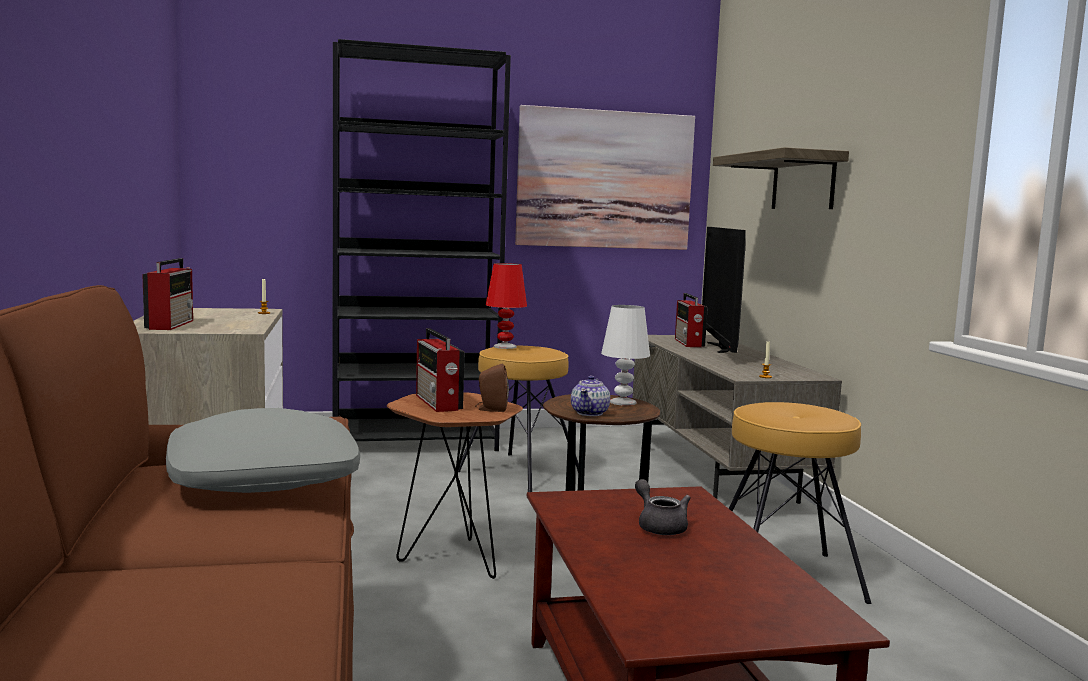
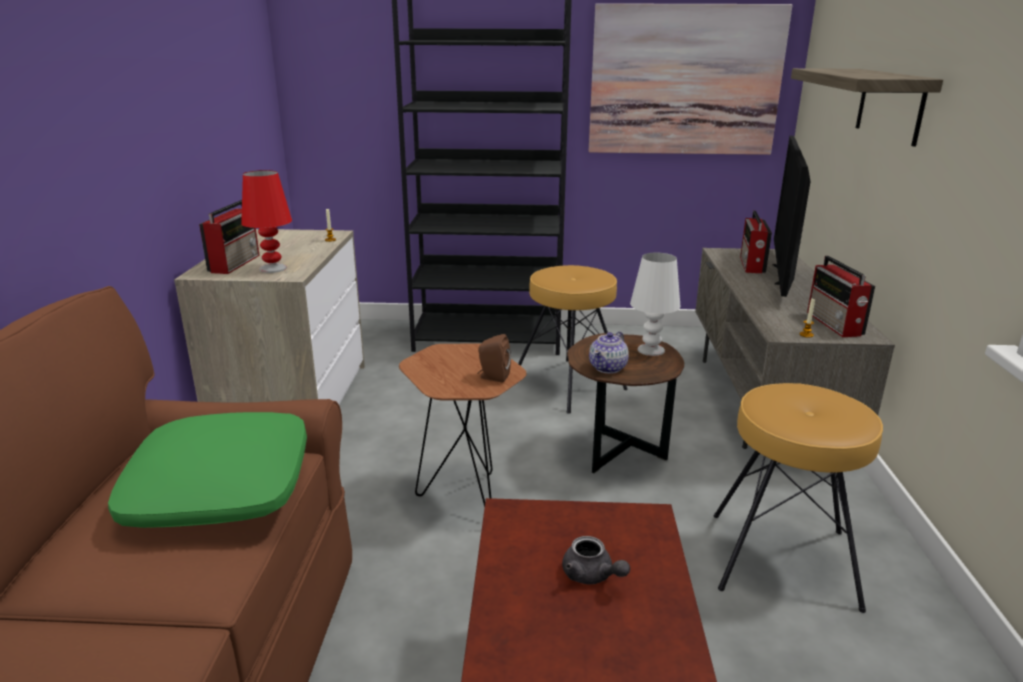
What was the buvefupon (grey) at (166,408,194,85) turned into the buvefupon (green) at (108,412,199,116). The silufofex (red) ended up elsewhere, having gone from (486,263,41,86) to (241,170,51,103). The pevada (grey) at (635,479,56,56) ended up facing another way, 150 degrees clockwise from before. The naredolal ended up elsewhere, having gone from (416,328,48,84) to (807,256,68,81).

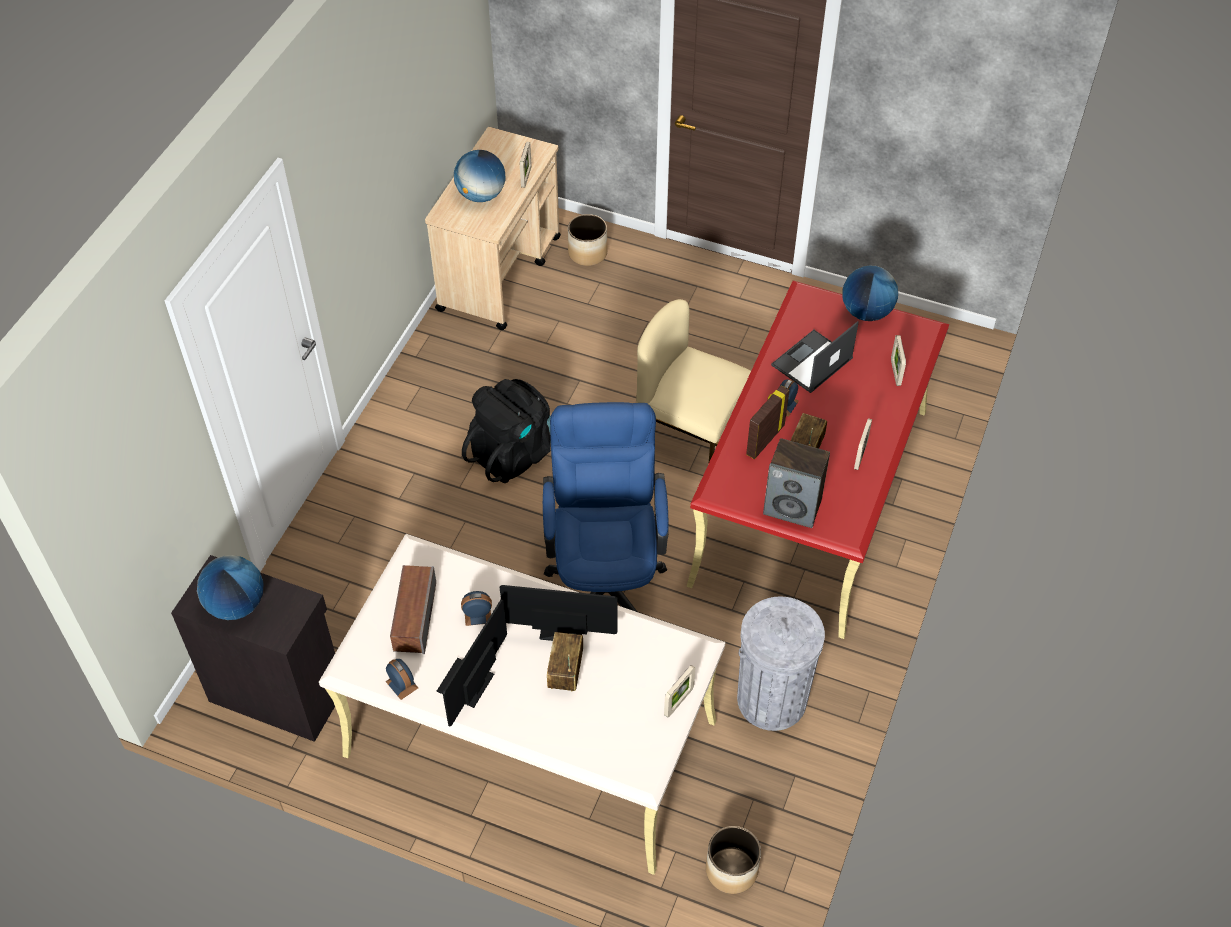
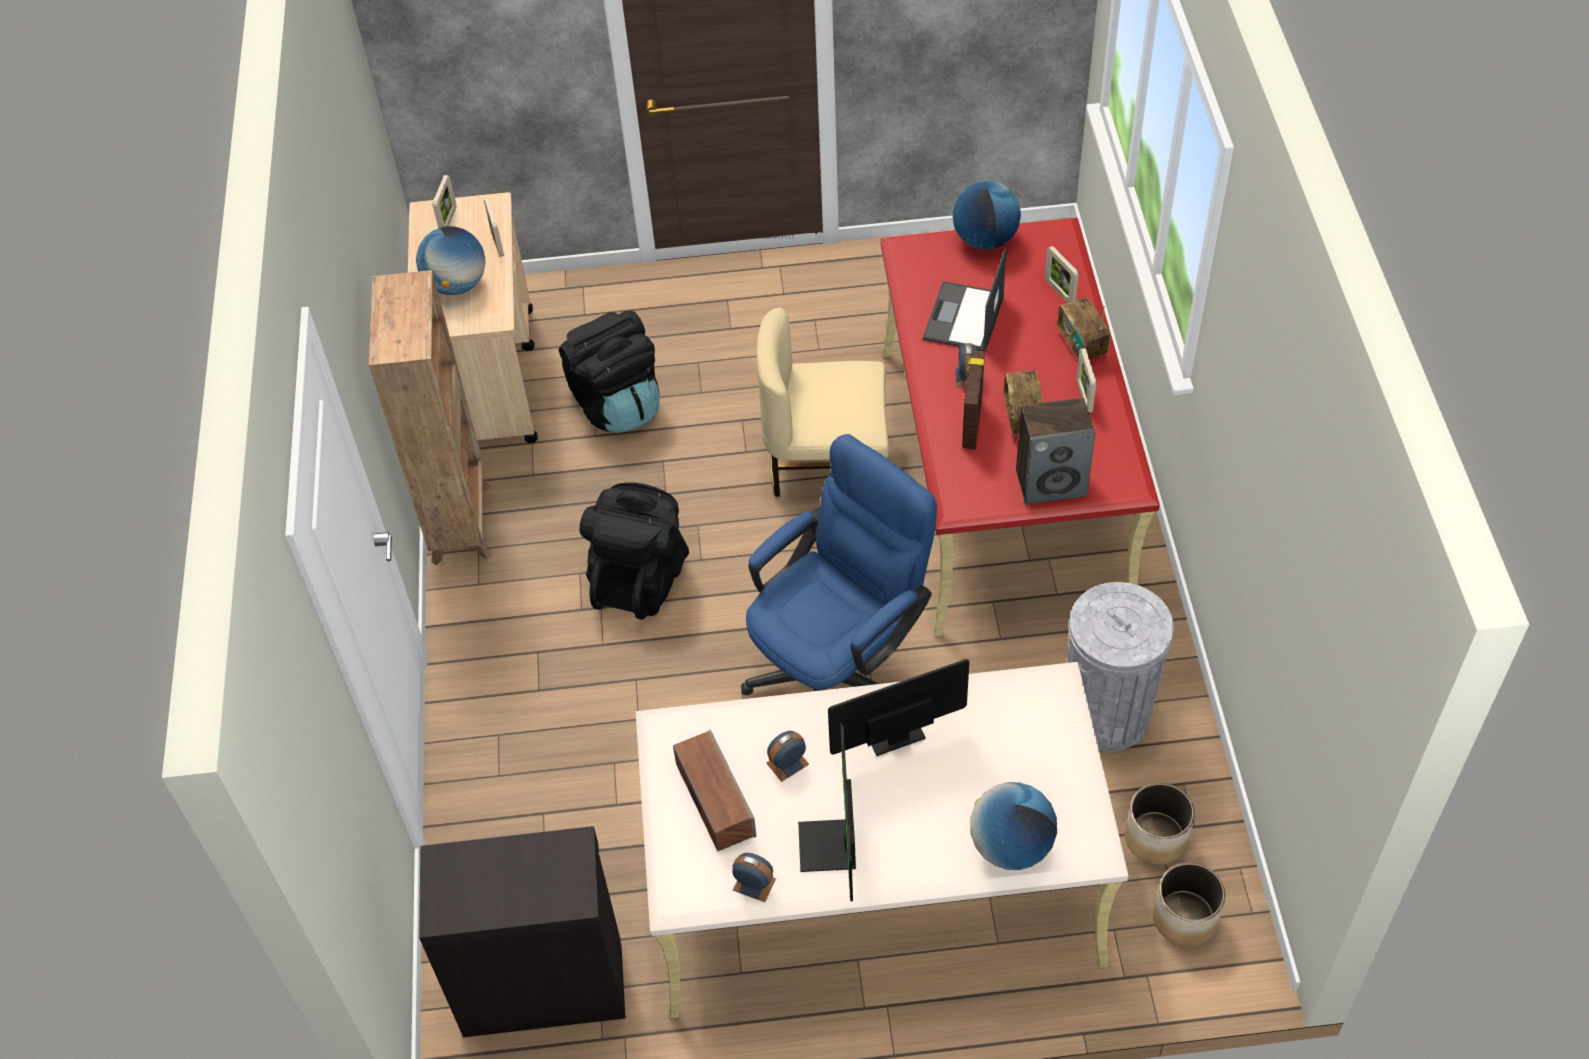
The second view gained the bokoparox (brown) at (369,270,122,295). The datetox ended up elsewhere, having gone from (664,665,31,53) to (433,175,23,53). The second view gained the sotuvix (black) at (559,311,101,122). The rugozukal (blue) at (543,402,126,210) ended up facing another way, 75 degrees clockwise from before. The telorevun ended up elsewhere, having gone from (197,555,67,65) to (970,782,87,88). The naredolal ended up elsewhere, having gone from (547,632,36,59) to (1058,297,53,63). The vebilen ended up elsewhere, having gone from (568,214,40,52) to (1125,783,70,82).

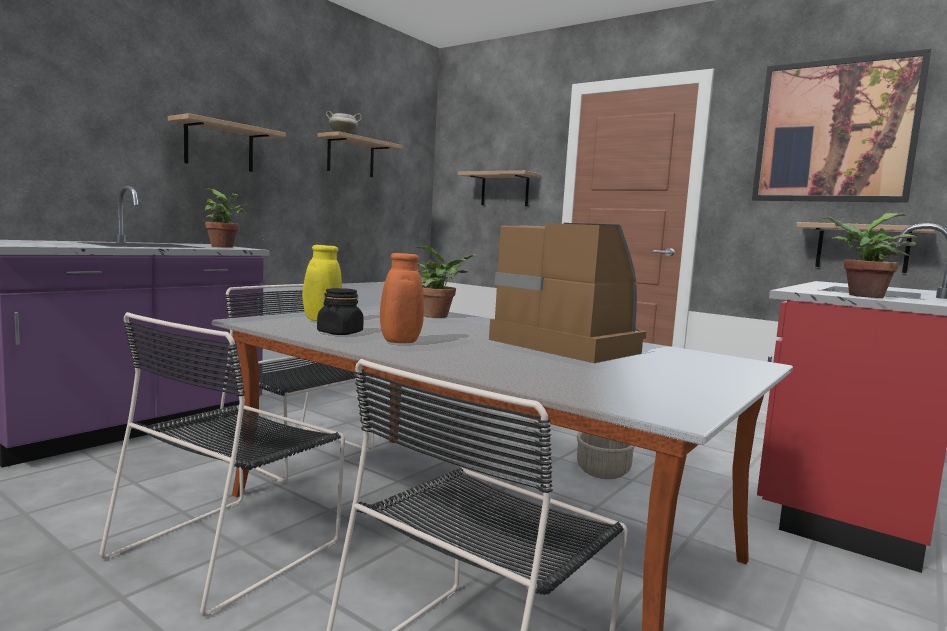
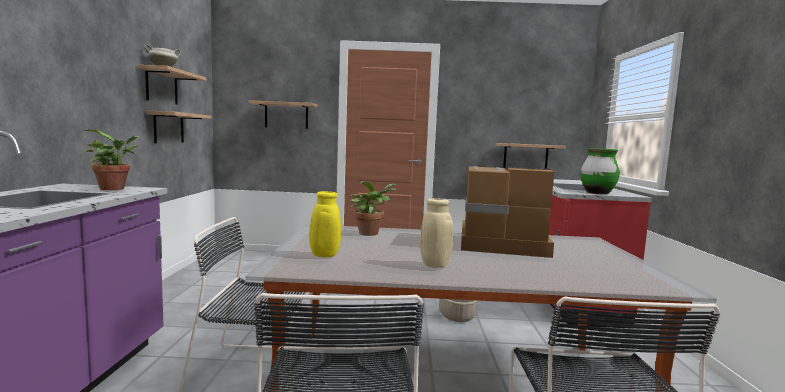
The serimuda ended up elsewhere, having gone from (168,113,118,59) to (146,111,65,32). What was the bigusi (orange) at (380,253,44,90) turned into the bigusi (beige) at (420,198,34,70). Where the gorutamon stood at (822,213,95,85), the bigusi (green) came to stand at (580,148,40,46). The second view lost the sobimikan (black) at (317,288,47,47). The second view lost the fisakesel at (752,49,179,154).

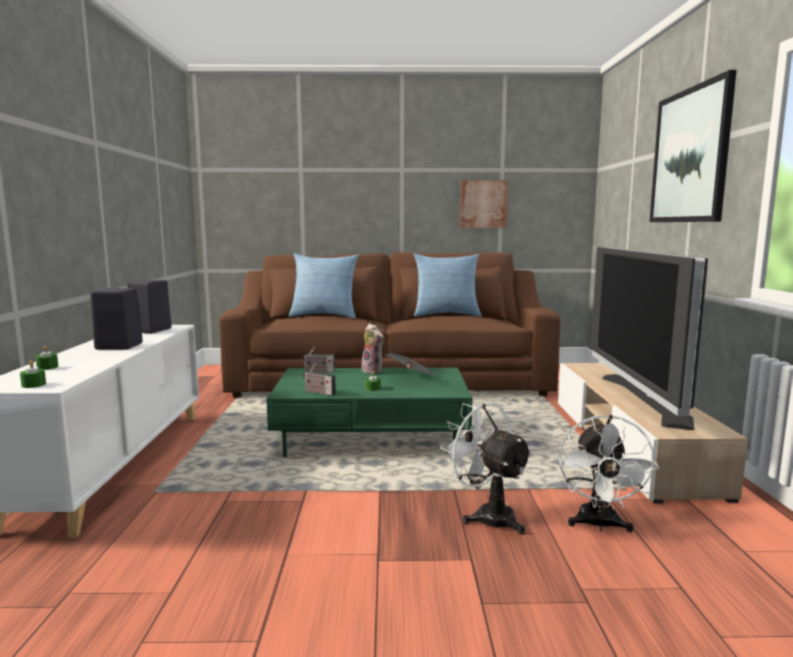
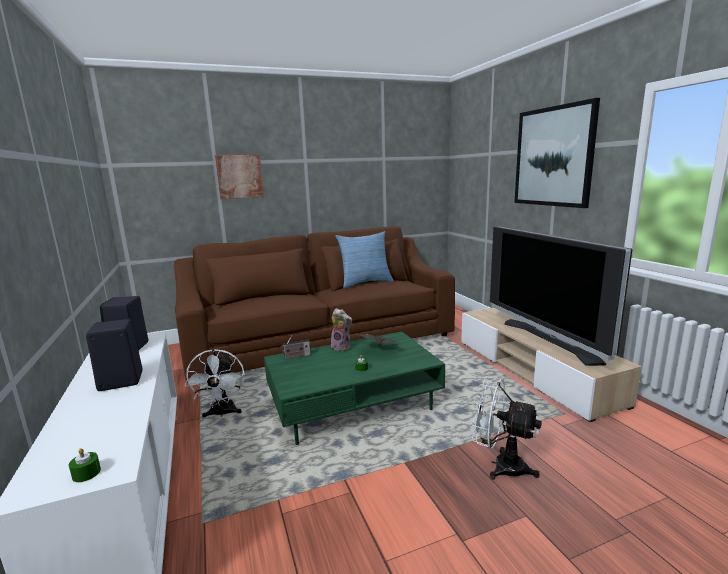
The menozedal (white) ended up elsewhere, having gone from (559,415,100,117) to (184,349,61,69). The fisakesel ended up elsewhere, having gone from (460,180,48,48) to (215,154,49,45). The second view lost the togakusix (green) at (35,346,23,24). The second view lost the buvefupon at (289,253,70,65). The second view lost the naredolal at (303,363,33,33).

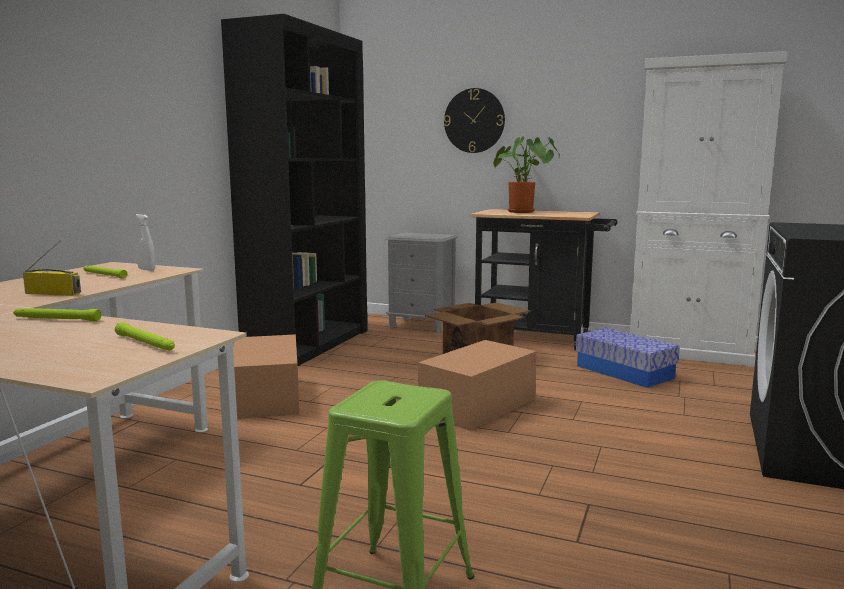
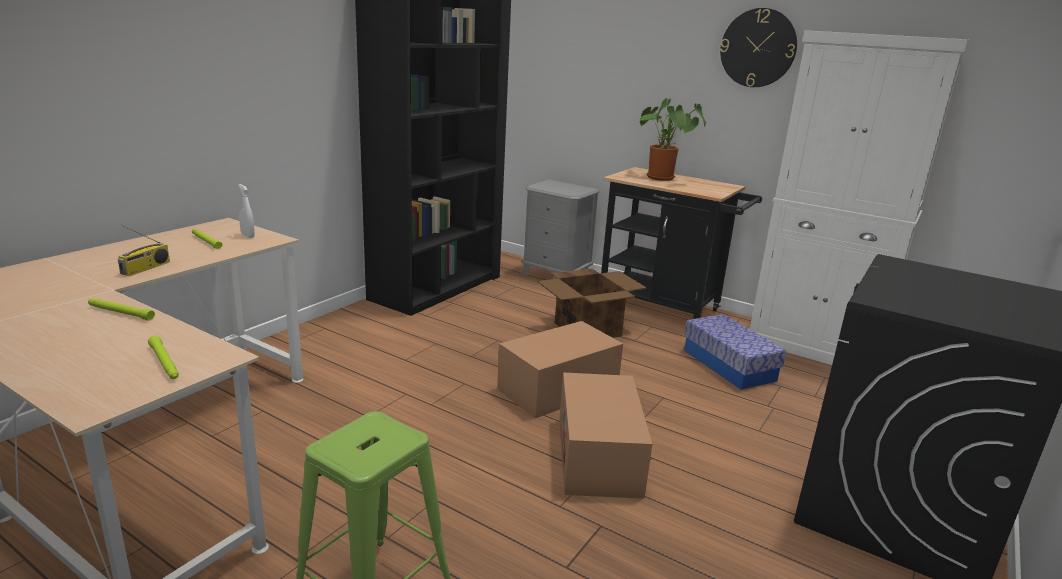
The naredolal at (23,240,58,56) ended up facing another way, 90 degrees clockwise from before. The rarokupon ended up elsewhere, having gone from (233,334,66,85) to (559,372,93,127). The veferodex ended up elsewhere, having gone from (444,88,61,65) to (720,8,77,79).

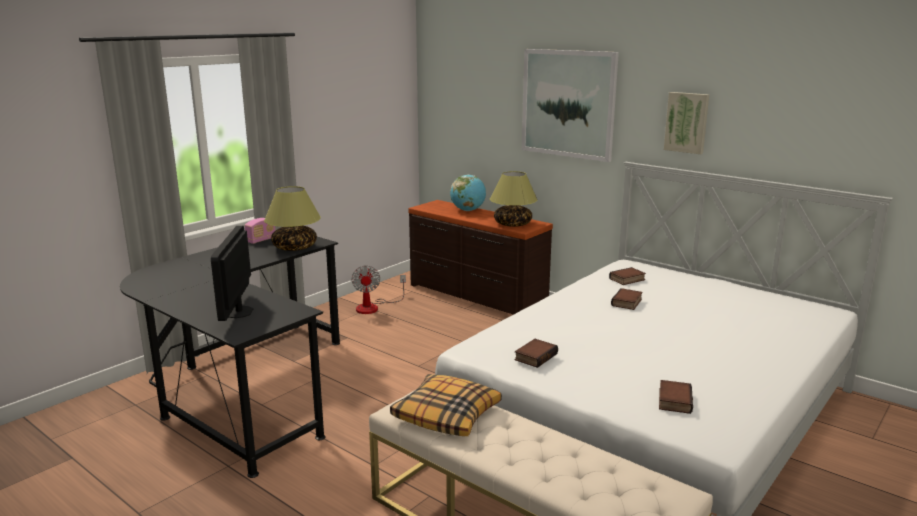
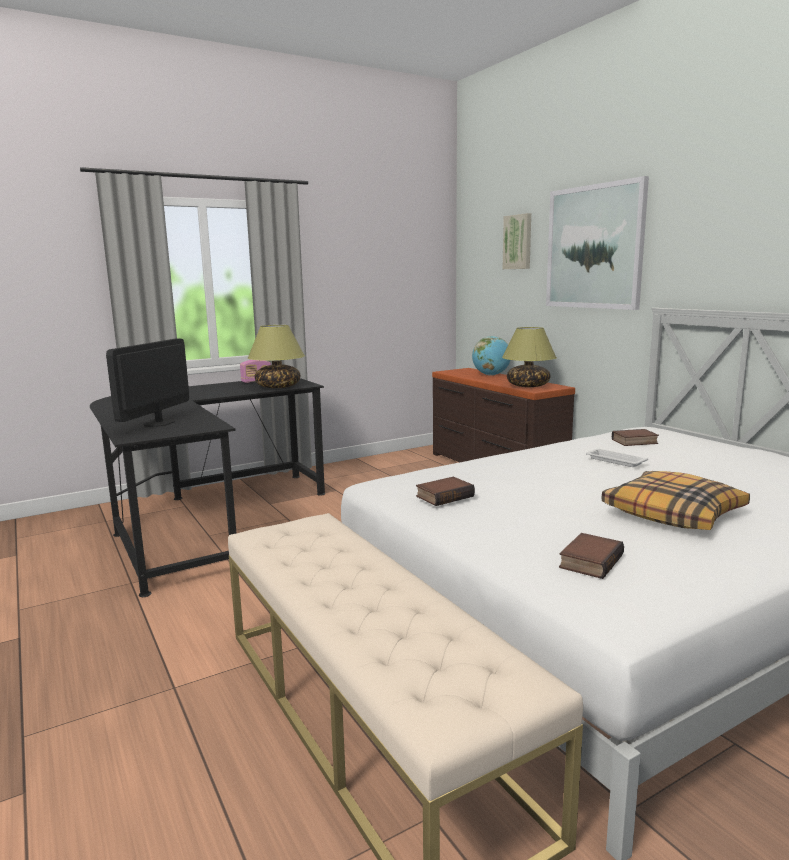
The fisakesel ended up elsewhere, having gone from (664,92,45,62) to (503,213,28,56). Where the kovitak stood at (611,288,32,22), the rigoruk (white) came to stand at (586,449,62,18). The buvefupon ended up elsewhere, having gone from (390,374,112,62) to (602,471,148,59). The second view lost the menozedal at (351,265,55,49).

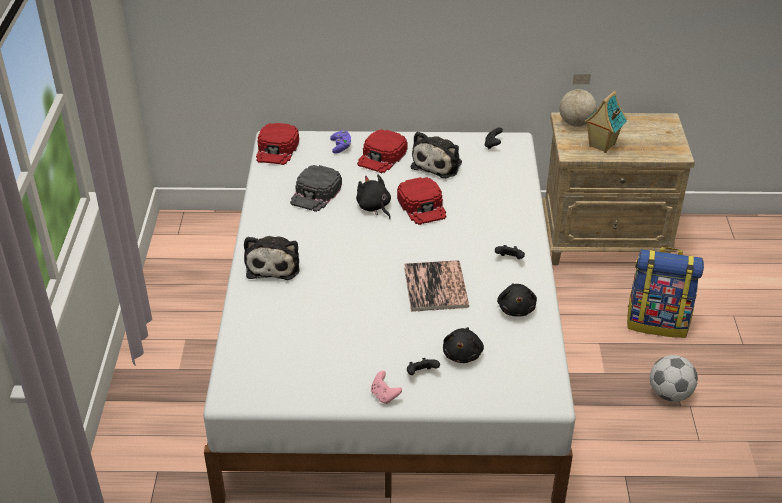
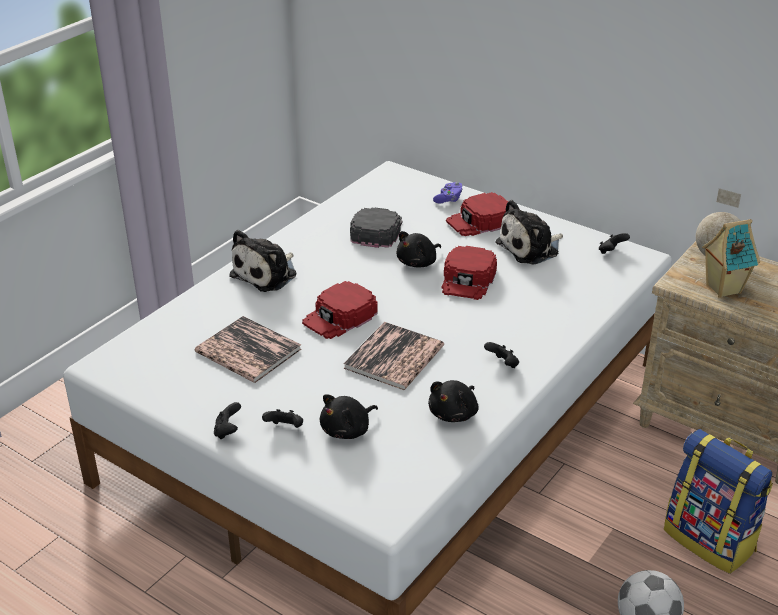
The second view gained the kovitak at (195,316,106,67). What was the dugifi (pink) at (371,371,31,33) turned into the dugifi (black) at (214,402,27,37). The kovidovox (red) ended up elsewhere, having gone from (256,123,43,42) to (302,281,76,58). The kovidovox (black) at (290,165,52,47) ended up facing another way, 135 degrees clockwise from before. The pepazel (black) at (356,174,35,45) ended up facing another way, 135 degrees counterclockwise from before.

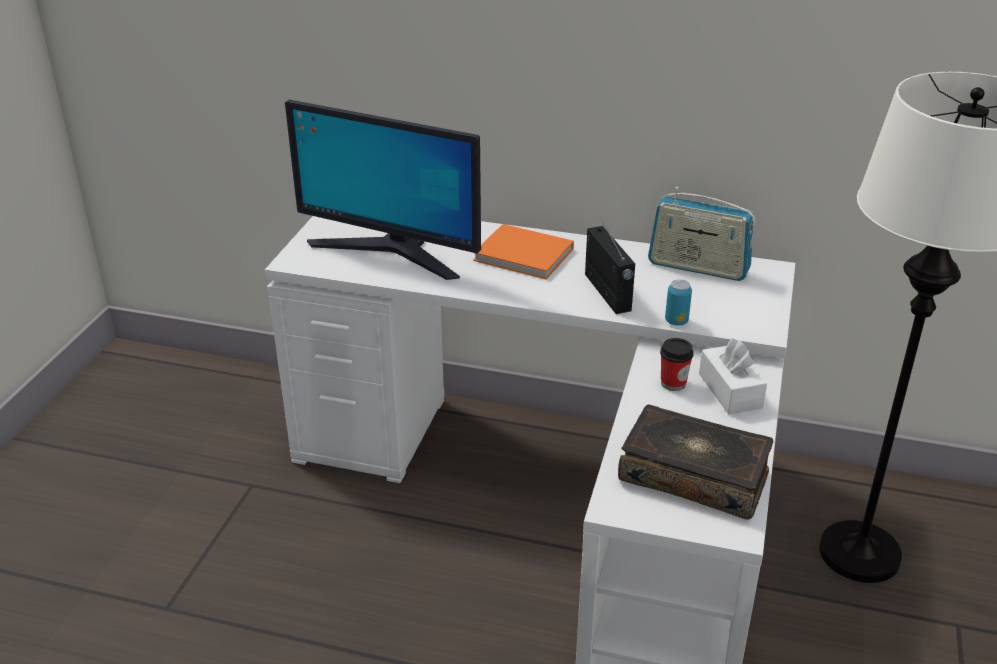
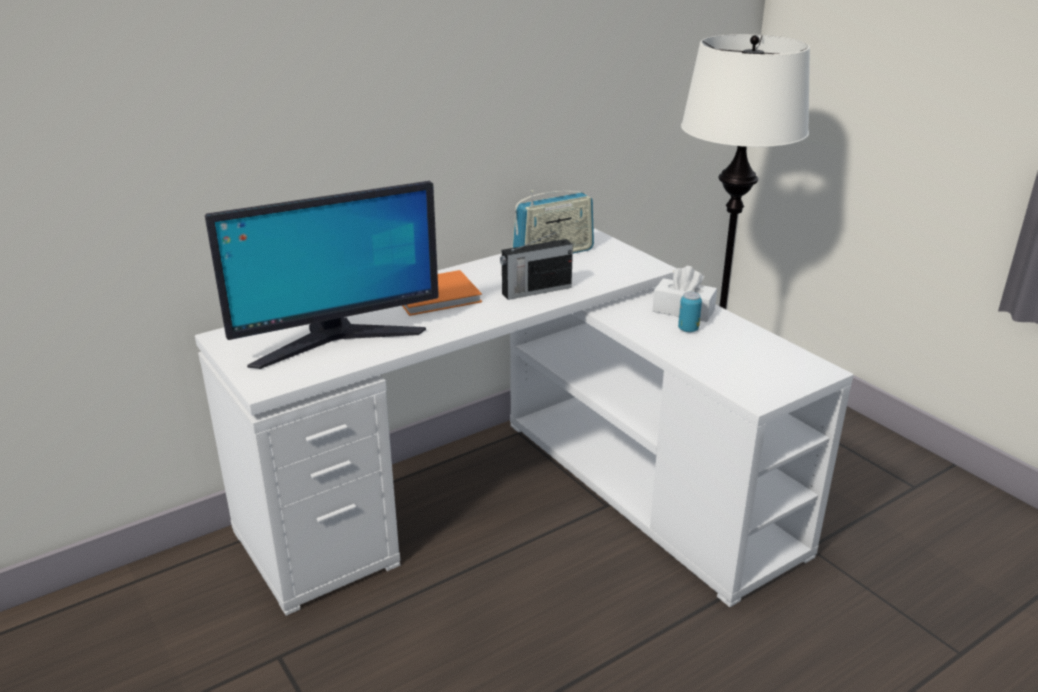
The naredolal at (585,219,50,95) ended up facing another way, 135 degrees clockwise from before. The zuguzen ended up elsewhere, having gone from (665,280,27,45) to (678,292,24,40). The second view lost the kovitak at (618,404,156,116). The second view lost the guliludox at (660,338,34,53).

